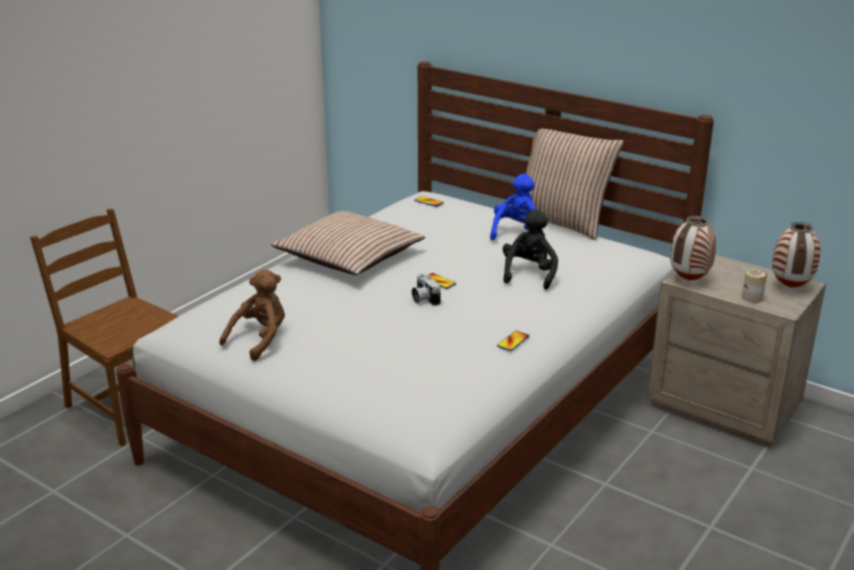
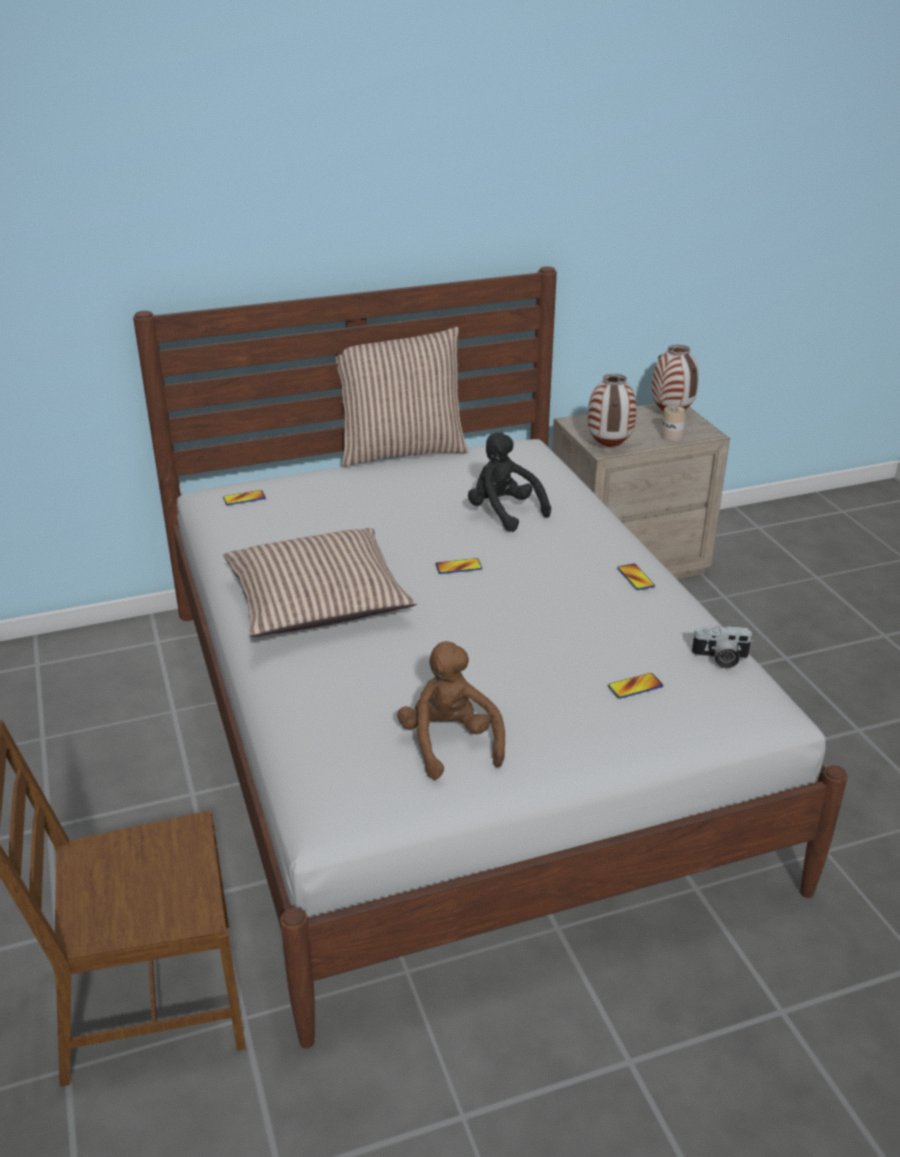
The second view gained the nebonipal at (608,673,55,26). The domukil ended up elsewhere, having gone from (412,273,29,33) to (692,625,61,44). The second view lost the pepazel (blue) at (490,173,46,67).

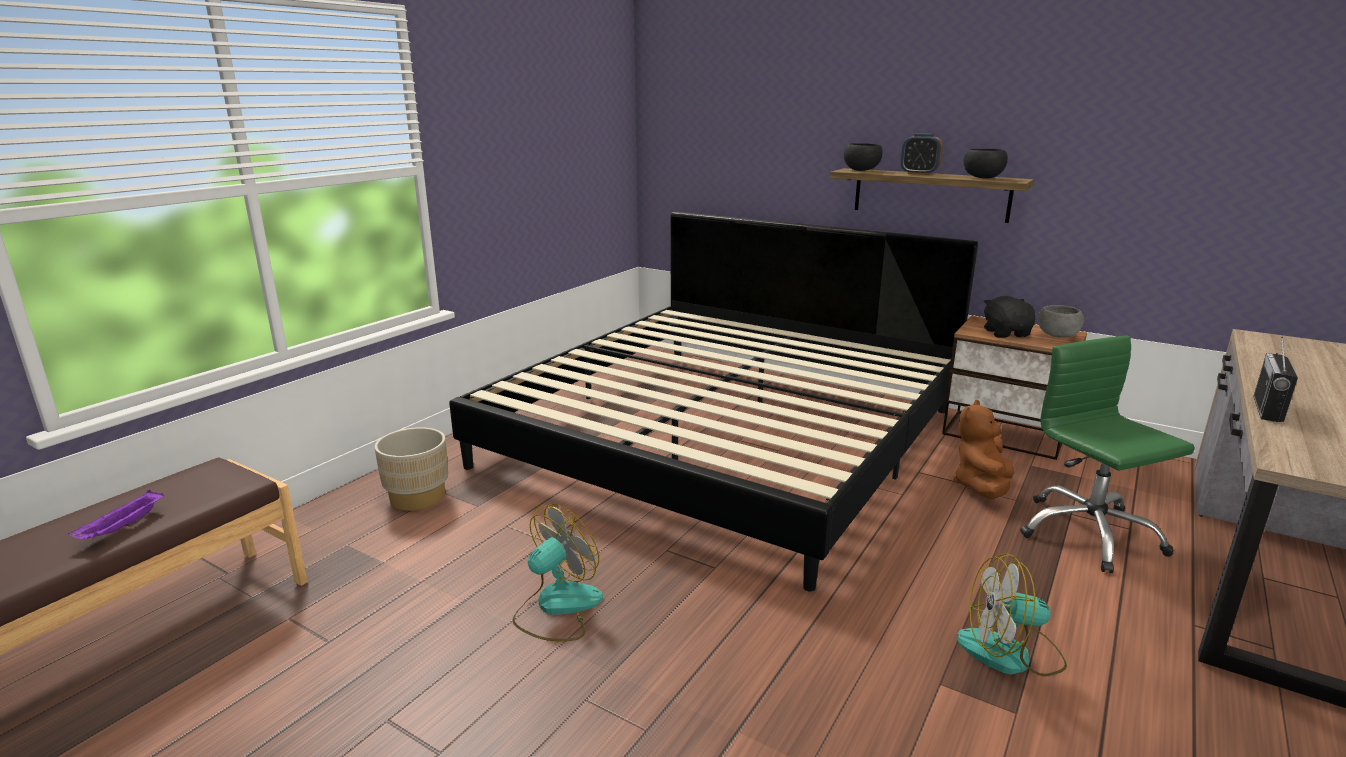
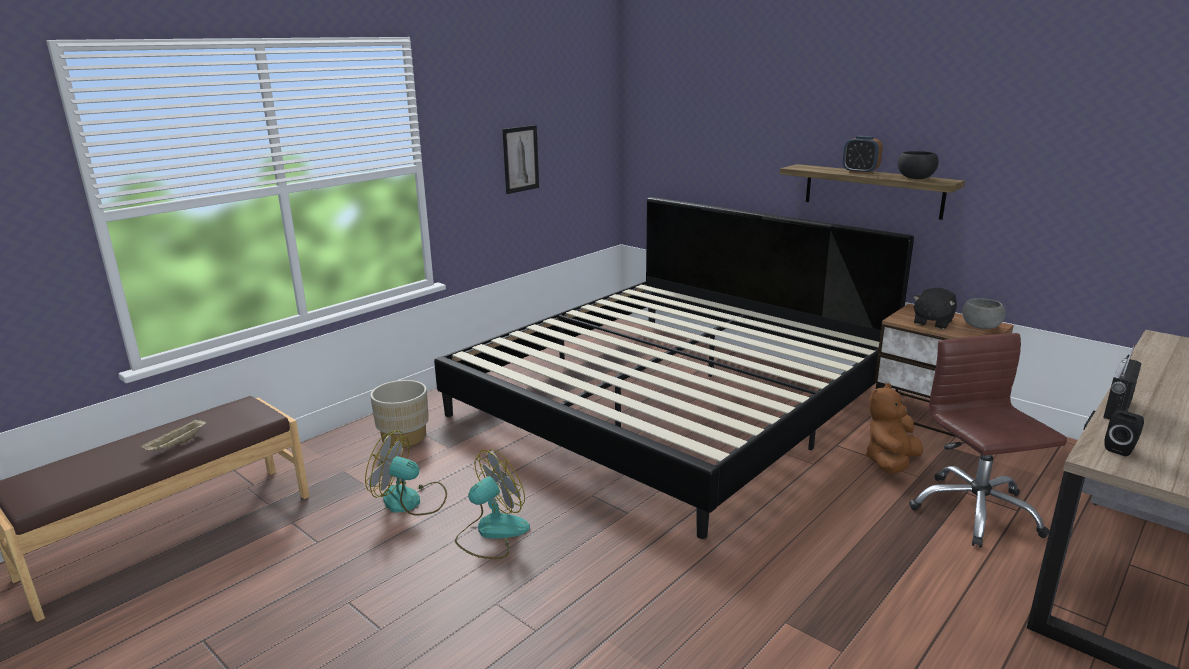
What was the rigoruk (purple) at (68,490,96,49) turned into the rigoruk (beige) at (141,418,66,32). The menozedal ended up elsewhere, having gone from (957,553,110,123) to (365,431,82,85). The second view gained the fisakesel at (503,125,36,69). What was the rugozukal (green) at (1020,335,175,238) turned into the rugozukal (brown) at (909,333,158,215). The pepazel (black) at (984,296,52,42) ended up facing another way, 150 degrees counterclockwise from before. The second view gained the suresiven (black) at (1104,410,40,47). The second view lost the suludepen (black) at (844,143,38,28).

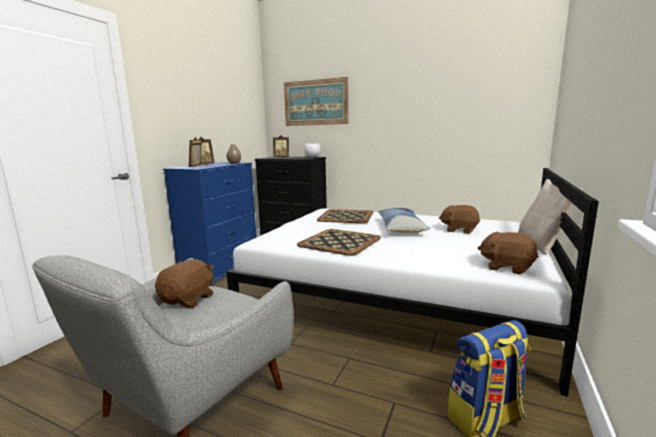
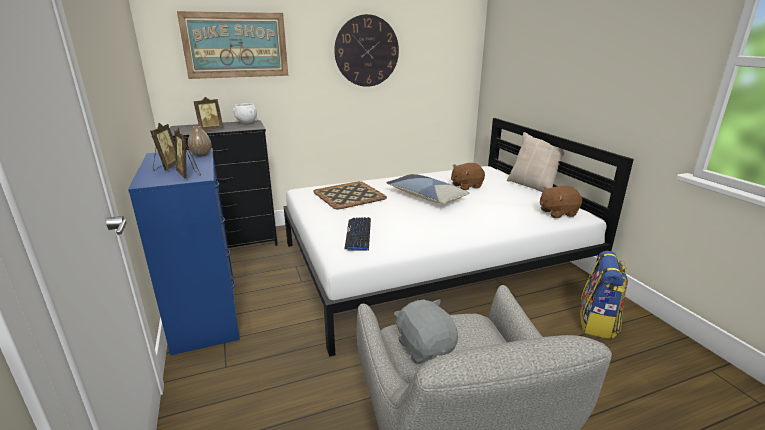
The second view gained the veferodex at (334,14,65,73). The second view gained the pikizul at (344,217,27,33). What was the pepazel (brown) at (155,259,59,49) turned into the pepazel (grey) at (394,299,64,64). The second view lost the rigoruk at (297,229,84,27).

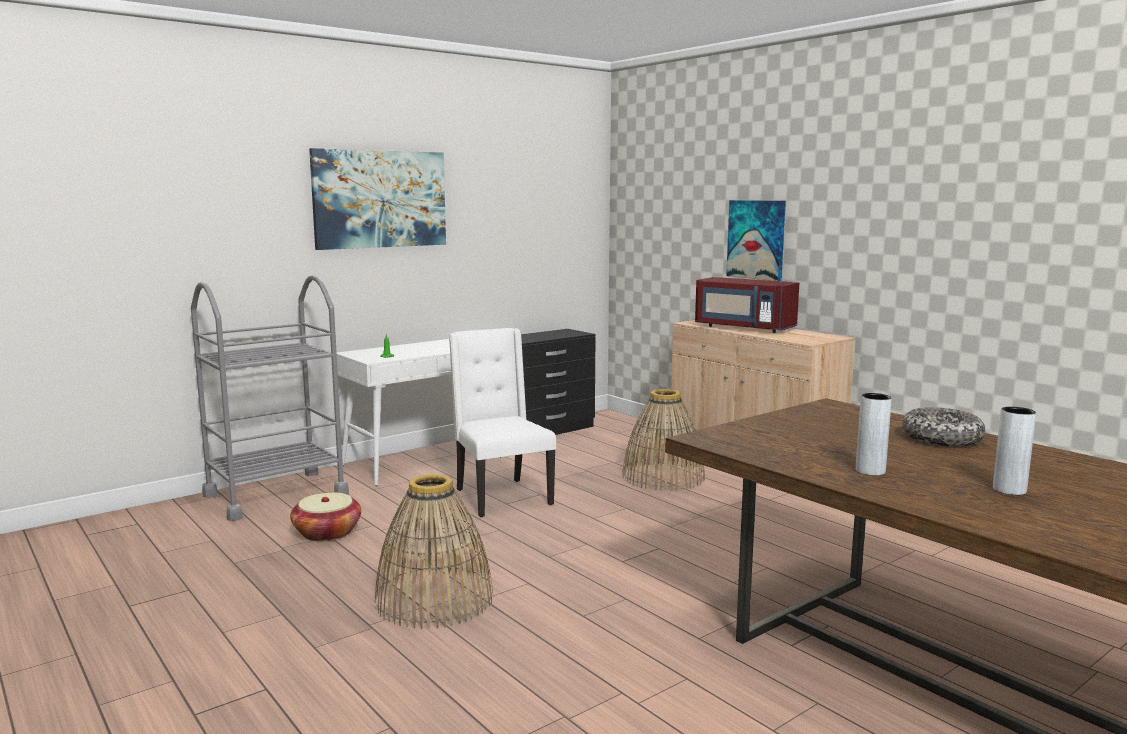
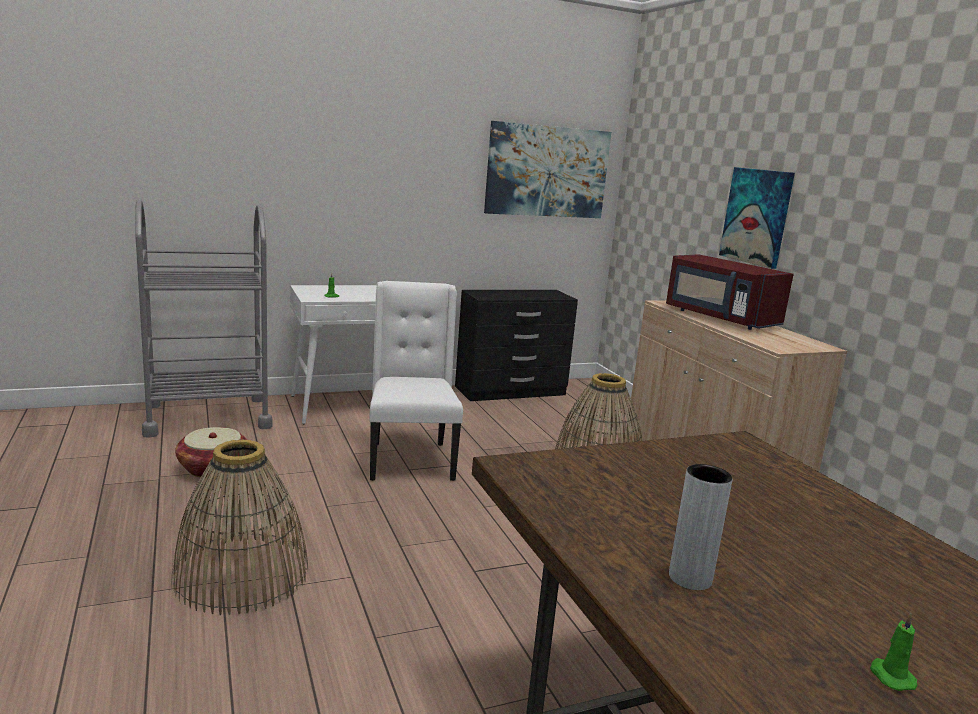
The fisakesel ended up elsewhere, having gone from (309,148,137,102) to (484,121,127,97). Where the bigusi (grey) stood at (993,407,43,88), the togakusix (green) came to stand at (870,613,47,78). The second view lost the suludepen at (902,407,83,40).

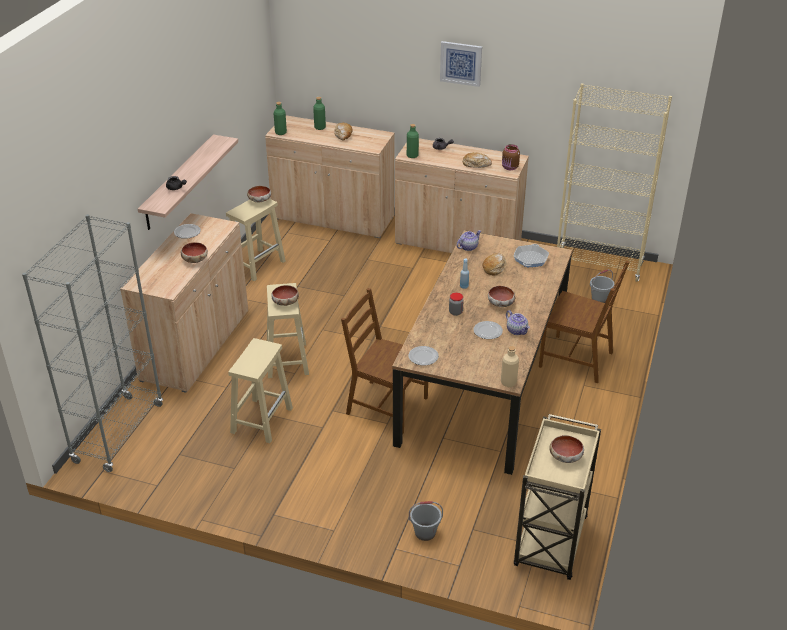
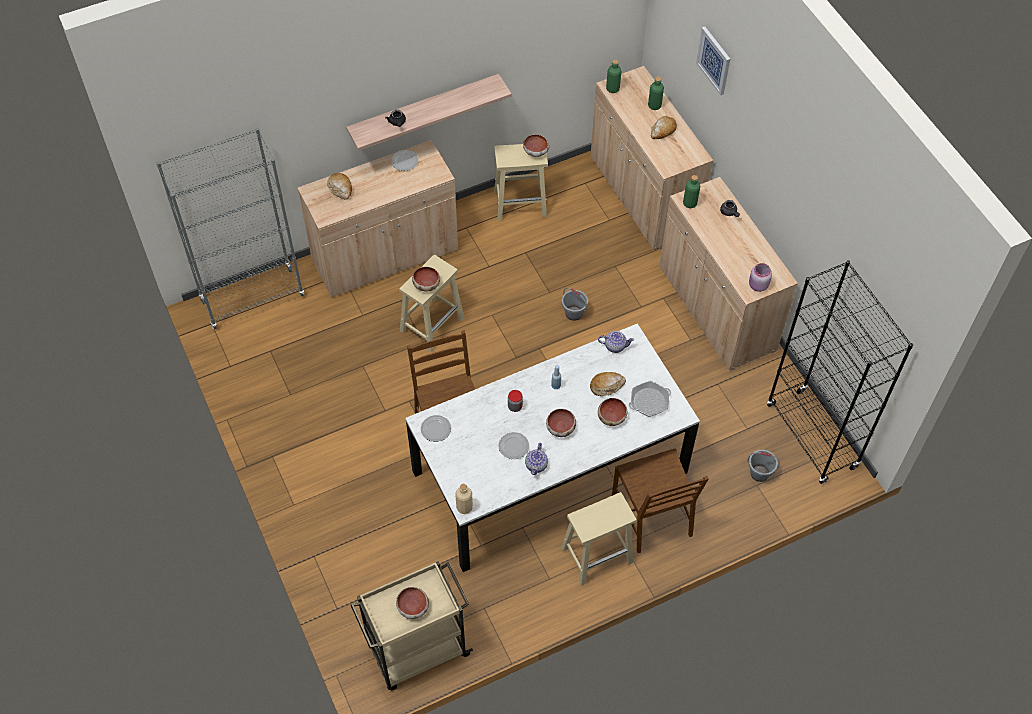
The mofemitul ended up elsewhere, having gone from (463,152,29,16) to (327,173,25,27). What was the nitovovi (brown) at (392,230,180,245) turned into the nitovovi (white) at (405,323,295,249). The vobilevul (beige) ended up elsewhere, having gone from (228,338,65,105) to (561,492,76,94). The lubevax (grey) ended up elsewhere, having gone from (409,501,34,40) to (562,287,26,34). The suludepen ended up elsewhere, having gone from (181,242,27,21) to (598,398,29,28). The fisakesel ended up elsewhere, having gone from (440,41,42,46) to (696,27,34,68). What was the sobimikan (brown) at (502,144,18,26) turned into the sobimikan (pink) at (749,263,23,29). What was the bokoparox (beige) at (557,83,115,199) turned into the bokoparox (black) at (767,260,146,224).

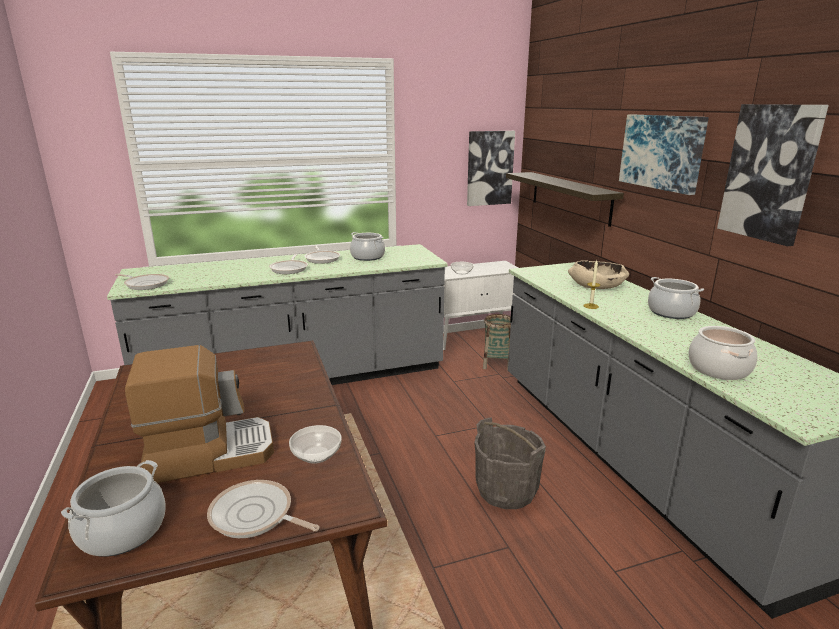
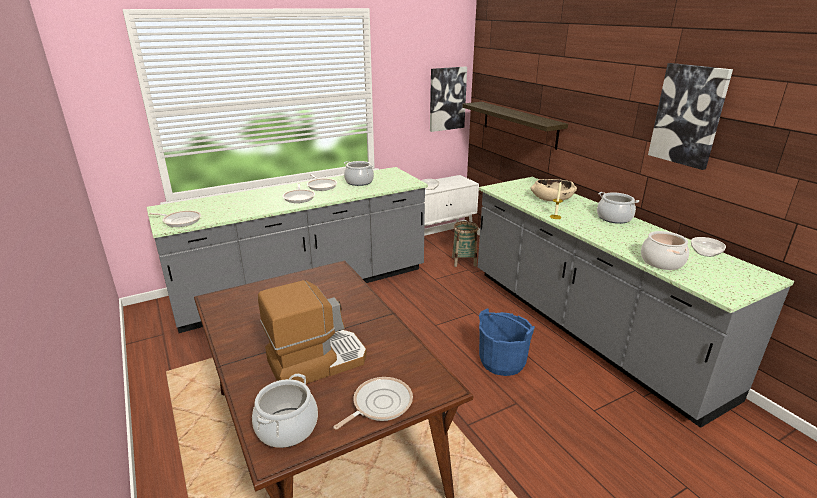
The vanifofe at (207,480,113,58) ended up facing another way, 120 degrees clockwise from before. What was the lubevax (grey) at (474,417,72,92) turned into the lubevax (blue) at (479,308,56,68). The suludepen ended up elsewhere, having gone from (289,425,52,39) to (691,237,35,20). The second view lost the fisakesel at (619,114,90,81).

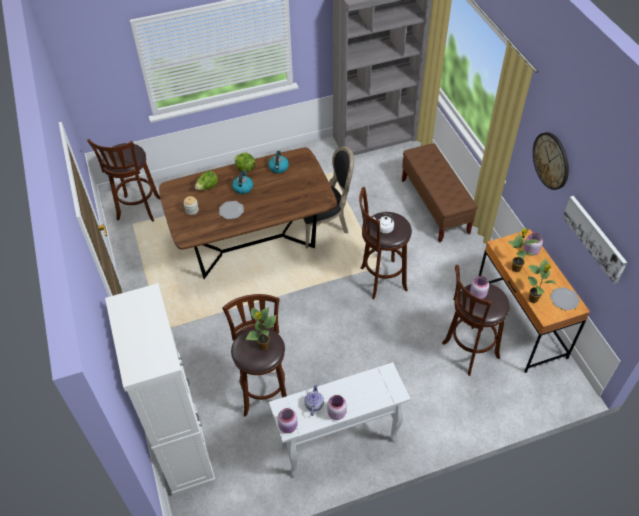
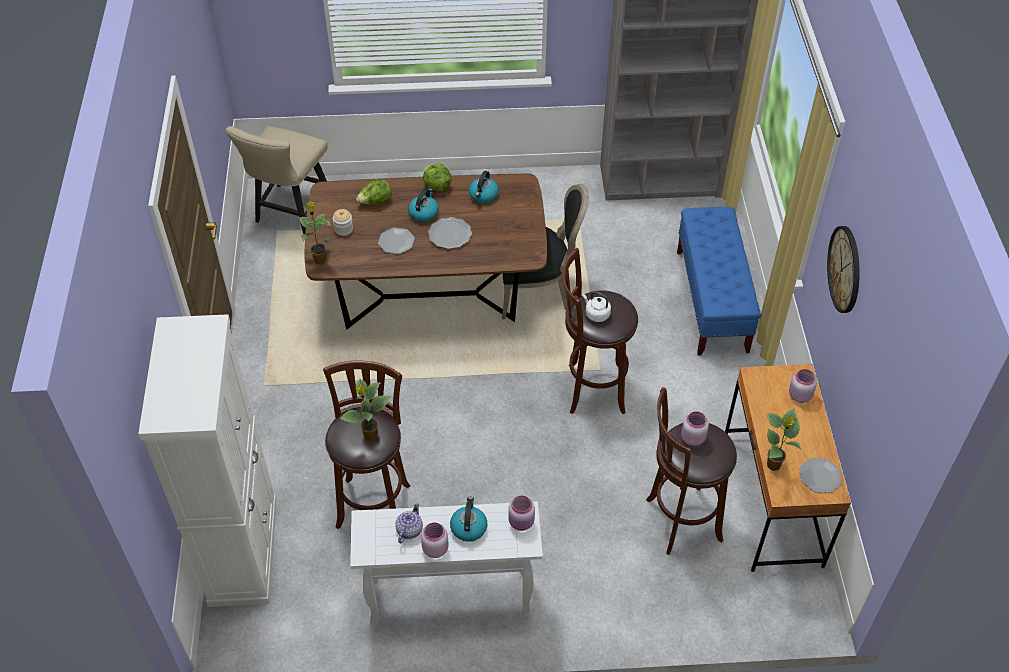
Where the vobilevul (brown) stood at (87,139,73,83), the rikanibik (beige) came to stand at (225,126,102,108). The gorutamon ended up elsewhere, having gone from (508,228,32,44) to (299,201,32,64). The second view gained the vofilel at (428,217,44,32). The second view gained the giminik at (450,497,37,45). The sobimikan (pink) ended up elsewhere, having gone from (278,408,20,25) to (508,496,27,35). What was the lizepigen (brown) at (402,143,76,100) turned into the lizepigen (blue) at (677,207,84,149). The second view lost the fisakesel at (563,196,64,88).

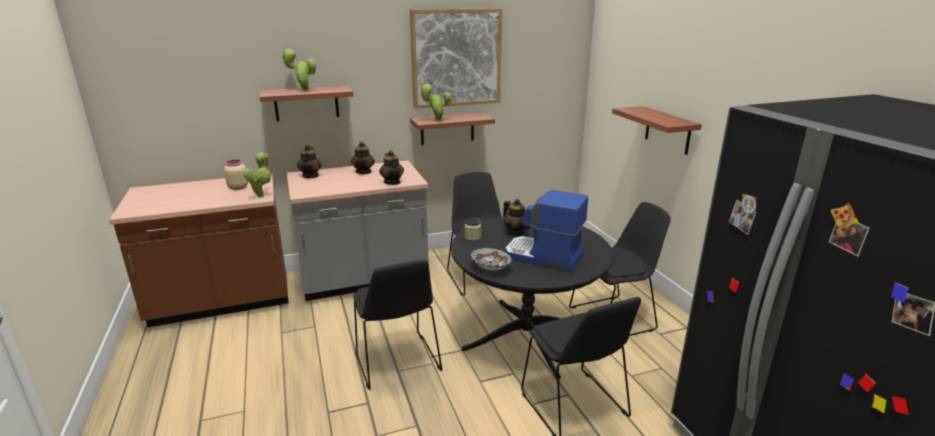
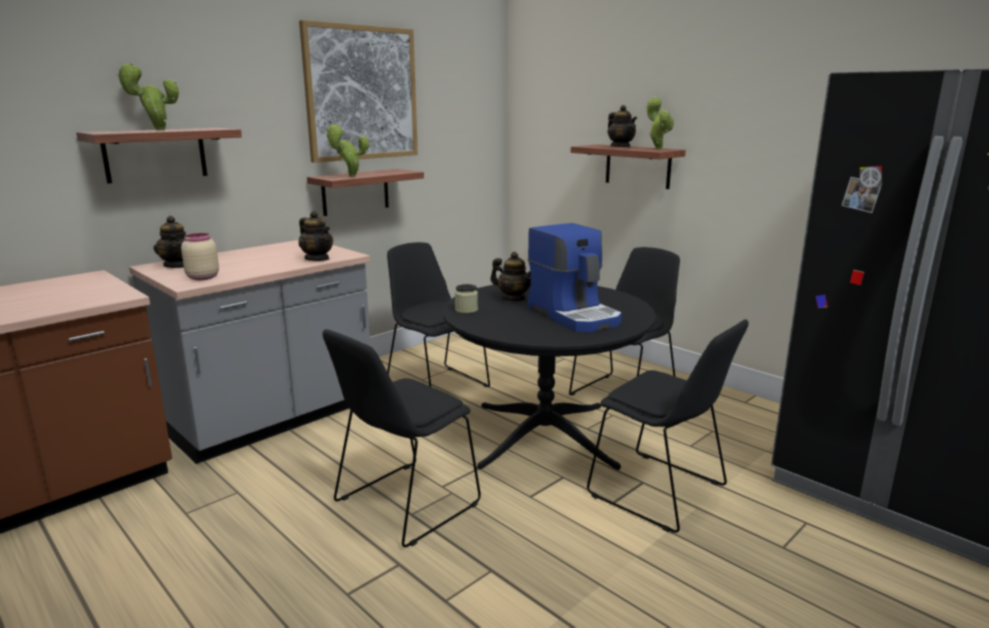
The sobimikan (beige) ended up elsewhere, having gone from (224,160,24,30) to (181,233,38,47). The rikanibik (black) at (353,260,89,130) ended up facing another way, 90 degrees clockwise from before. The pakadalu at (505,190,83,82) ended up facing another way, 120 degrees counterclockwise from before. The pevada ended up elsewhere, having gone from (351,142,24,32) to (607,105,30,42). The gorutamon ended up elsewhere, having gone from (243,152,29,46) to (647,96,27,54). The second view lost the suludepen at (470,248,42,22).

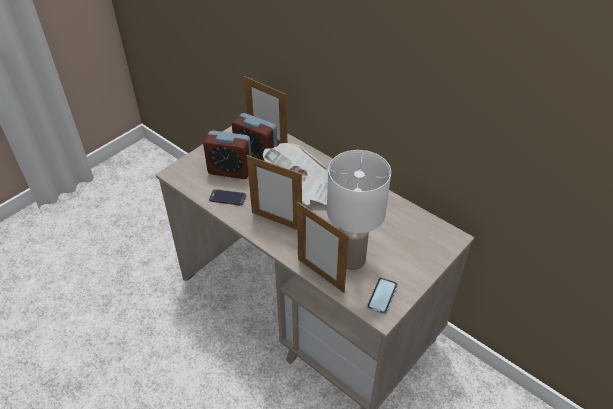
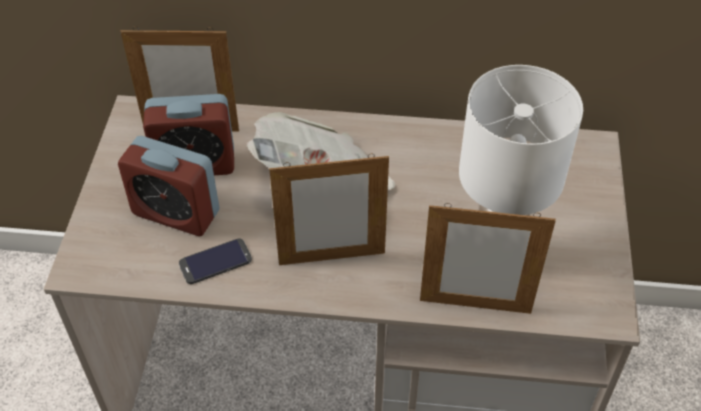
The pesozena at (203,130,49,49) ended up facing another way, 45 degrees clockwise from before. The second view lost the nebonipal at (367,277,31,38).

